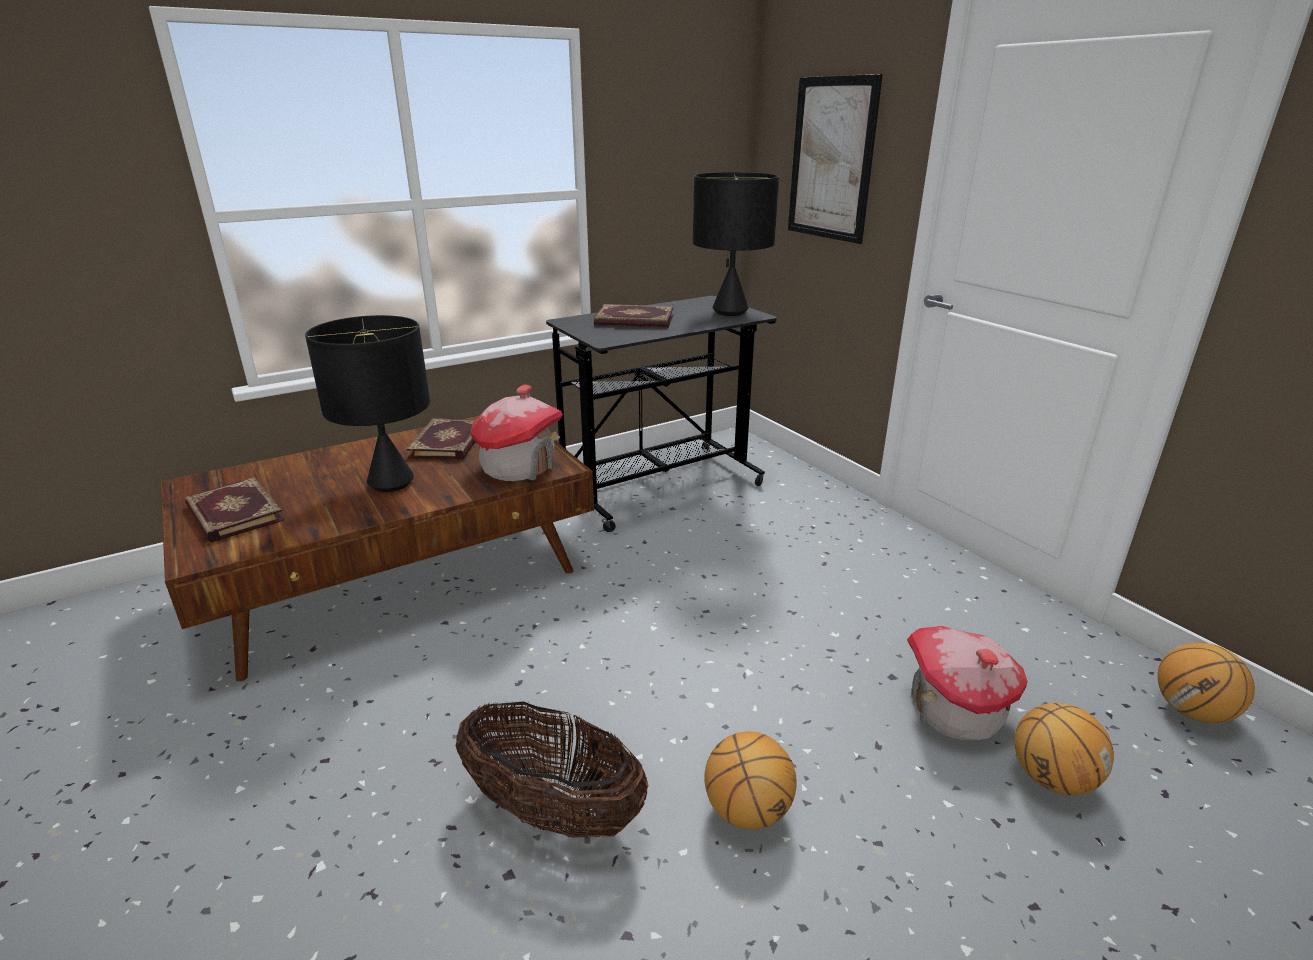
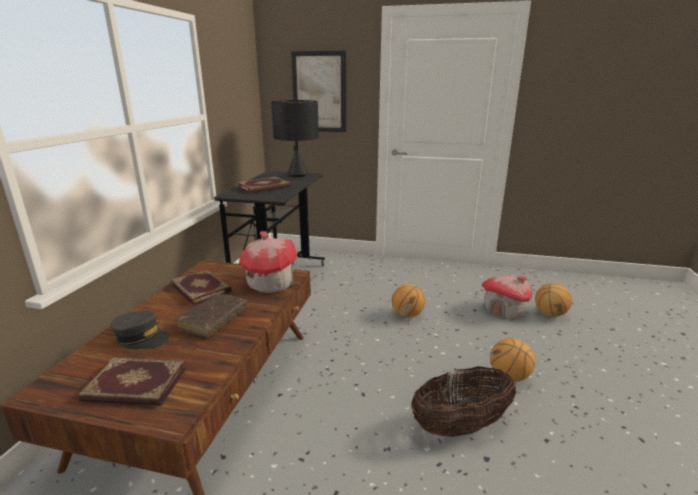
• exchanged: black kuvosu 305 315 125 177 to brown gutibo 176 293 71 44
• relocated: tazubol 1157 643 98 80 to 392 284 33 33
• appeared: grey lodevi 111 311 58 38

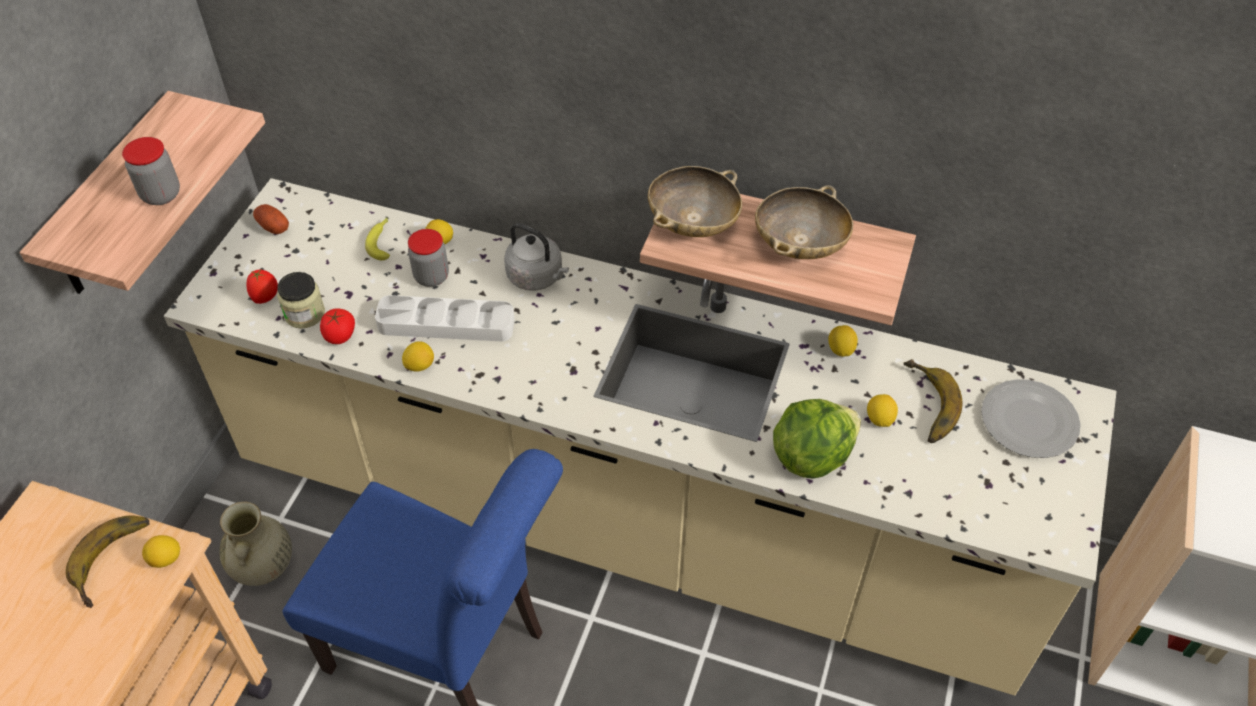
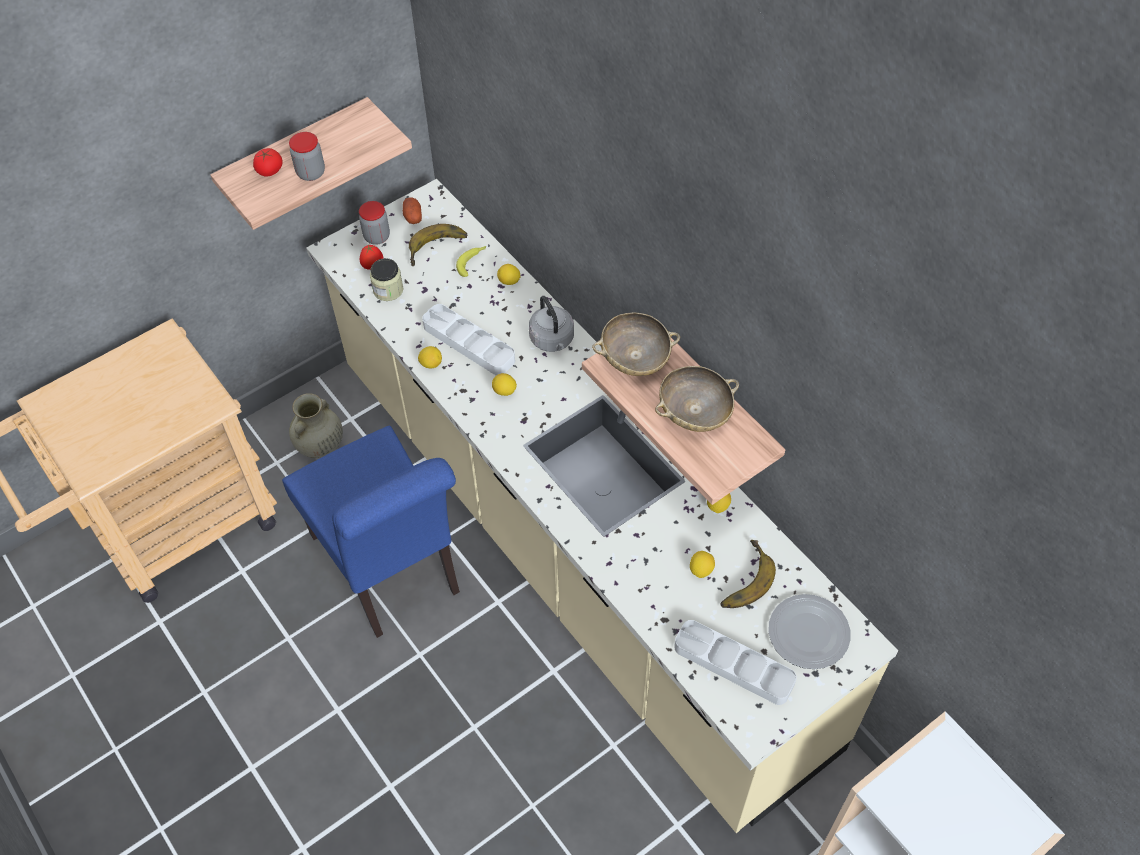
• relocated: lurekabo 66 515 84 93 to 409 224 59 42
• relocated: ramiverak 142 535 38 33 to 492 373 25 23
• relocated: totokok 320 308 35 36 to 253 148 30 29
• relocated: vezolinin 408 229 41 58 to 359 201 31 44
• missing: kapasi 773 399 88 80
• appeared: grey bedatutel 674 620 123 85

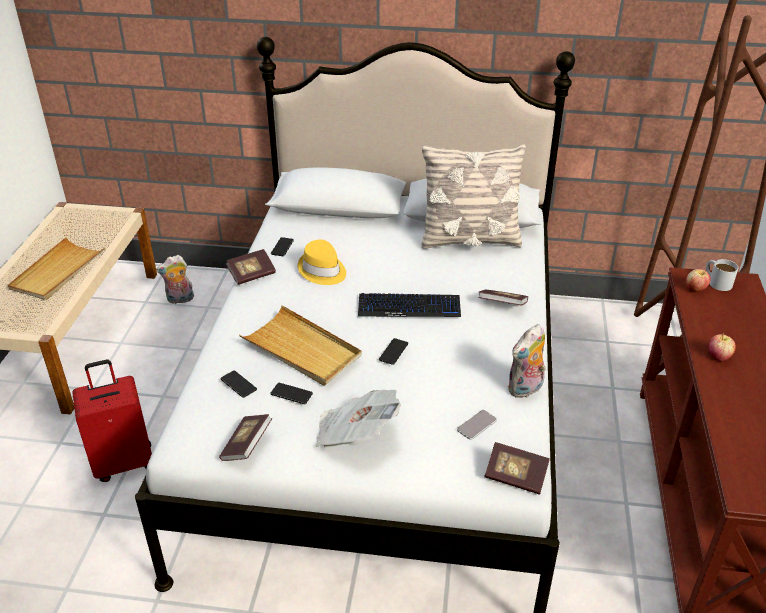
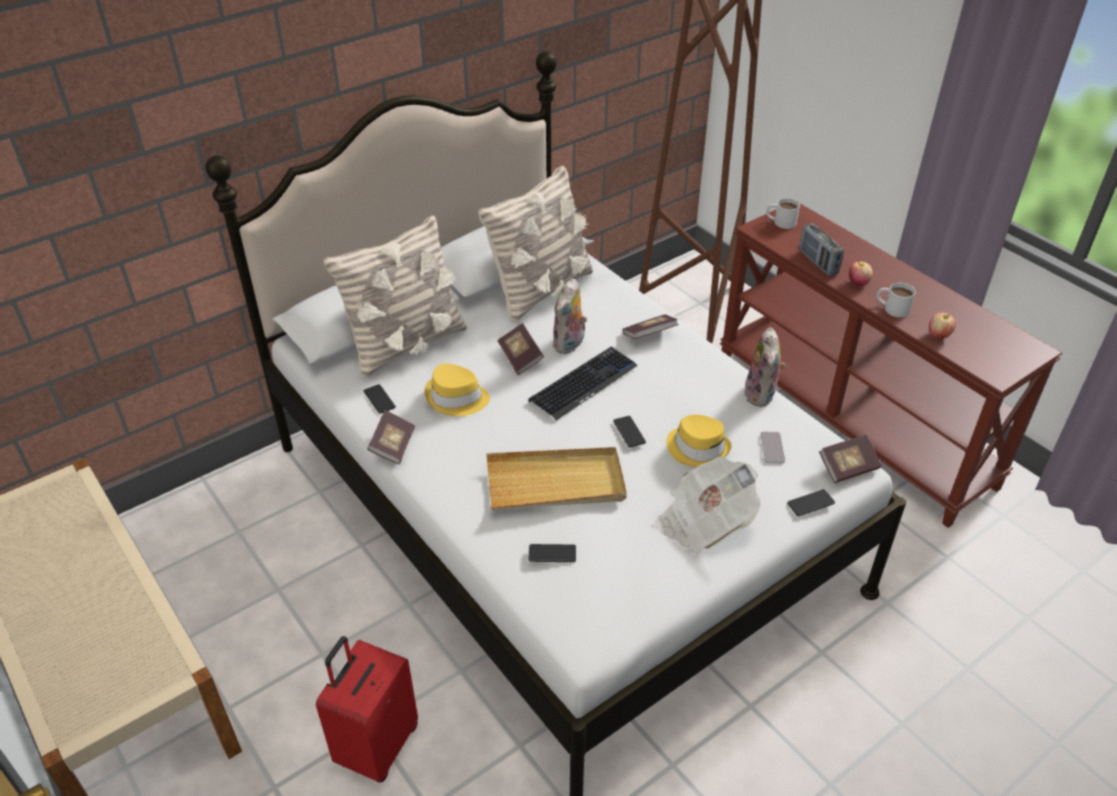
• missing: beige bedatutel 8 237 97 63
• relocated: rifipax 156 255 38 49 to 552 278 35 76
• relocated: gutibo 219 414 53 47 to 497 323 47 52
• relocated: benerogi 270 383 43 21 to 787 489 48 27
• relocated: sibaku 686 269 25 23 to 929 313 27 26
• appeared: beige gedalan 323 216 144 162
• appeared: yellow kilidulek 667 415 65 52
• appeared: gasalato 799 223 45 53
• appeared: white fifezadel 877 283 39 34

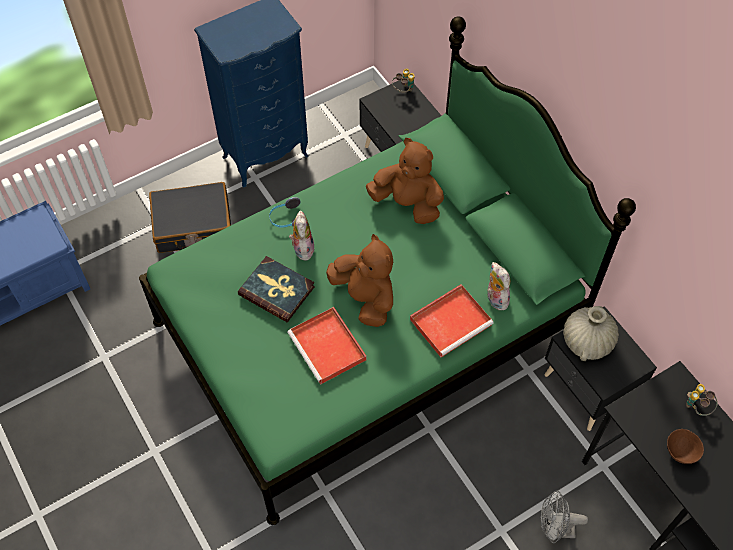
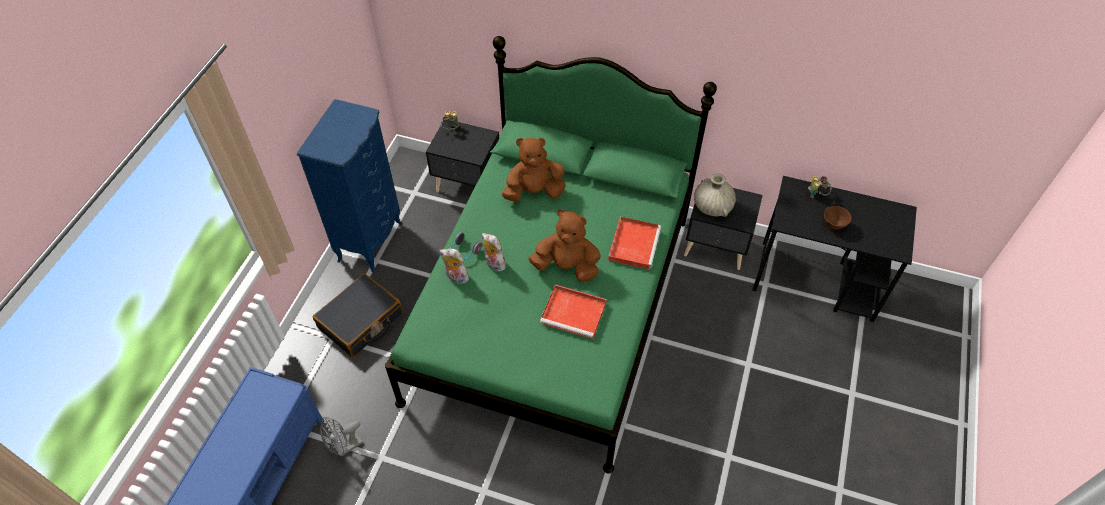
• missing: gutibo 238 256 77 66
• relocated: rifipax 487 262 23 48 to 440 248 29 36
• relocated: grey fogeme 541 490 47 53 to 320 417 43 39

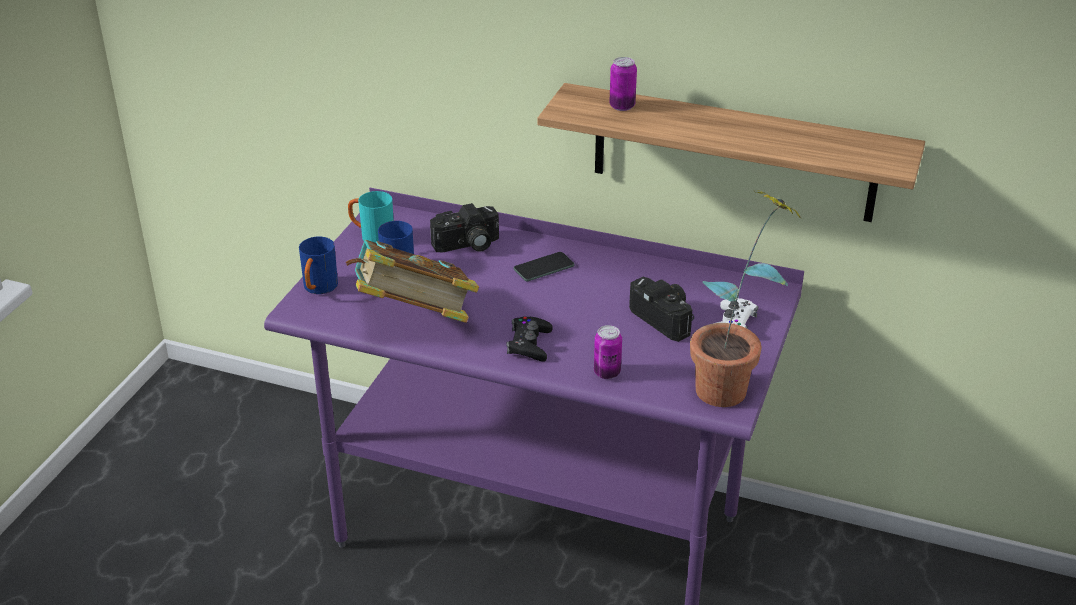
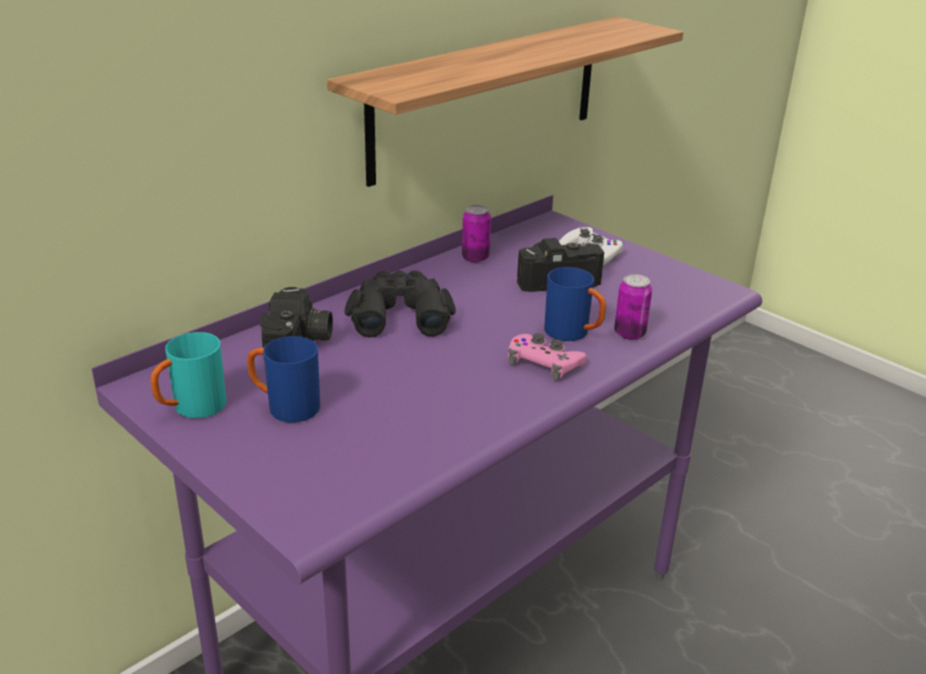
• relocated: blue fifezadel 299 236 39 58 to 544 267 62 74
• missing: gutibo 346 240 133 83
• colour: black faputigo 506 316 46 46 to pink faputigo 508 333 78 47
• exchanged: benerogi 513 252 62 29 to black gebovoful 345 270 111 68
• relocated: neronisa 609 57 28 54 to 462 205 29 58
• missing: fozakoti 690 190 111 217

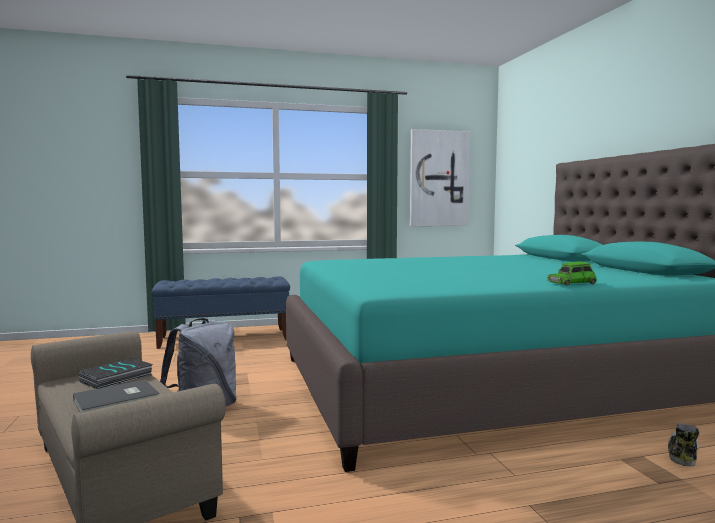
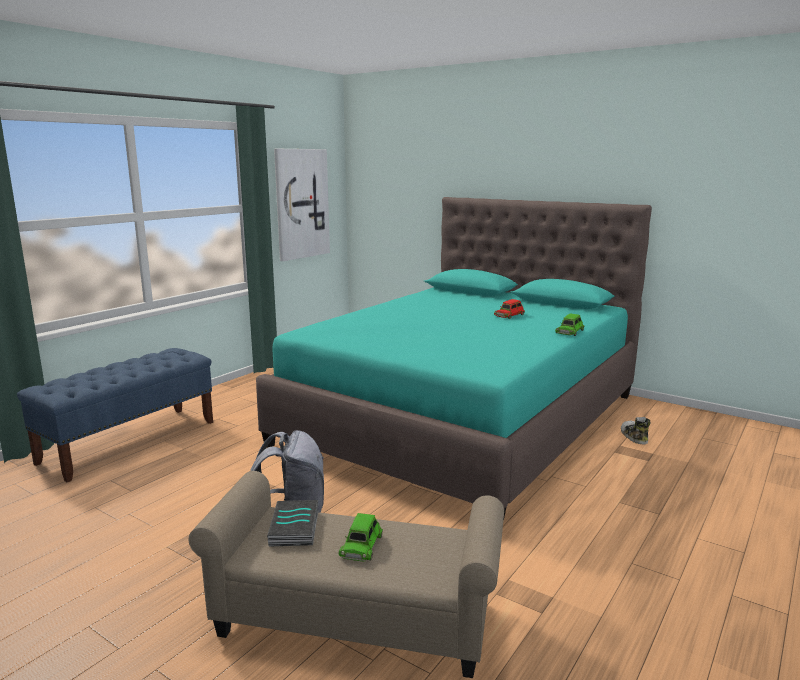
• exchanged: grey gutibo 73 380 87 33 to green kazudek 339 513 44 48
• appeared: red kazudek 494 299 31 20

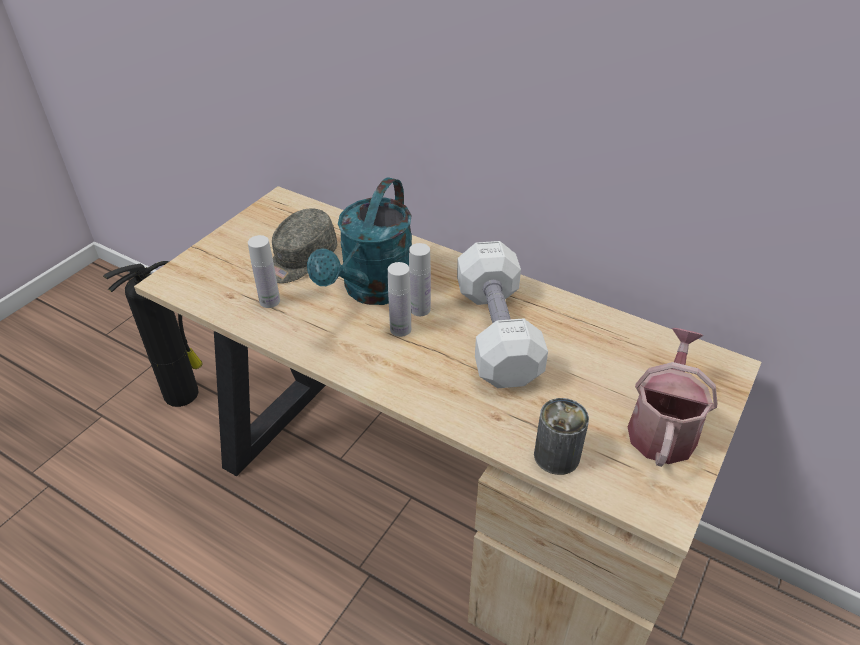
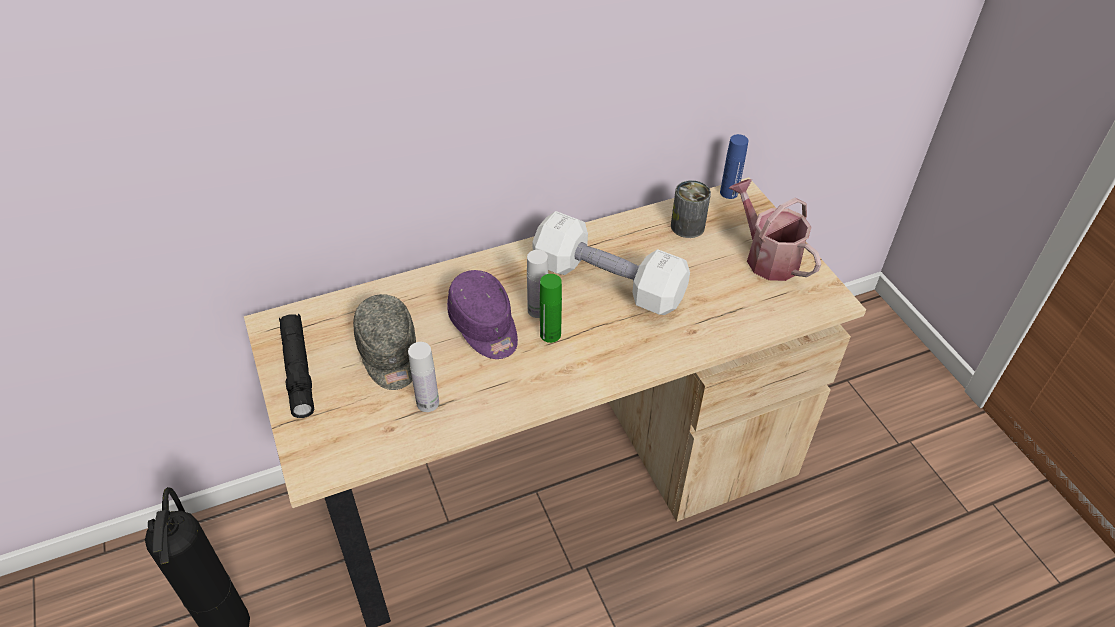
• exchanged: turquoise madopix 307 177 105 128 to purple lodevi 447 270 71 89
• colour: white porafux 388 262 23 75 to green porafux 540 274 22 69
• relocated: neronisa 534 398 55 77 to 671 180 40 58
• appeared: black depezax 279 314 35 104
• appeared: blue porafux 720 134 28 65

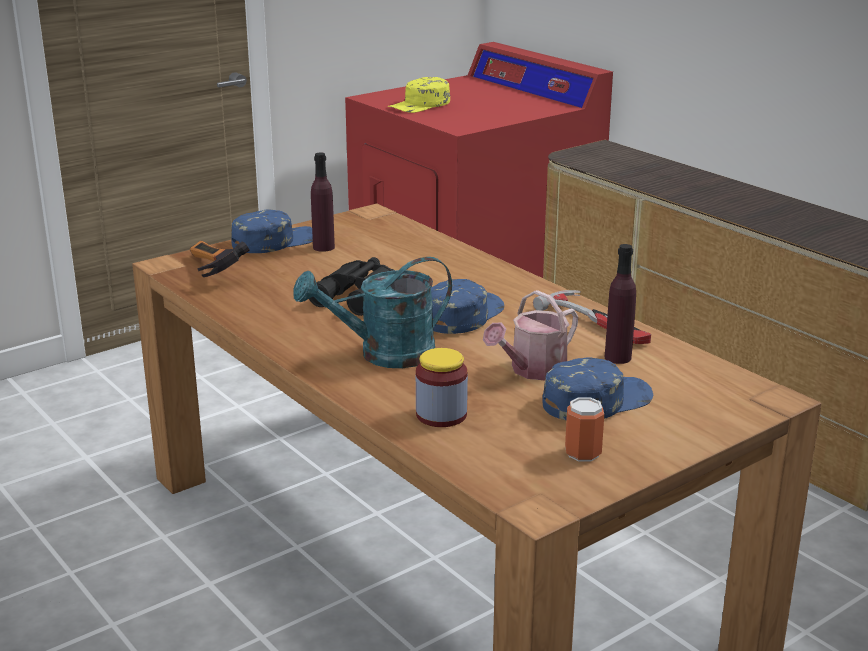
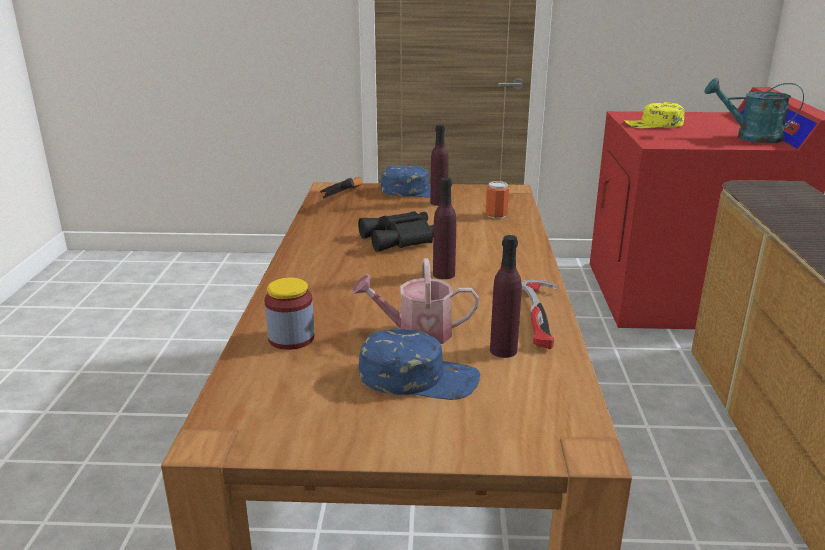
• relocated: turquoise madopix 293 257 159 111 to 704 78 100 65
• exchanged: blue lodevi 431 279 73 55 to purple porafux 433 177 23 102
• relocated: neronisa 565 397 39 64 to 486 181 23 38

